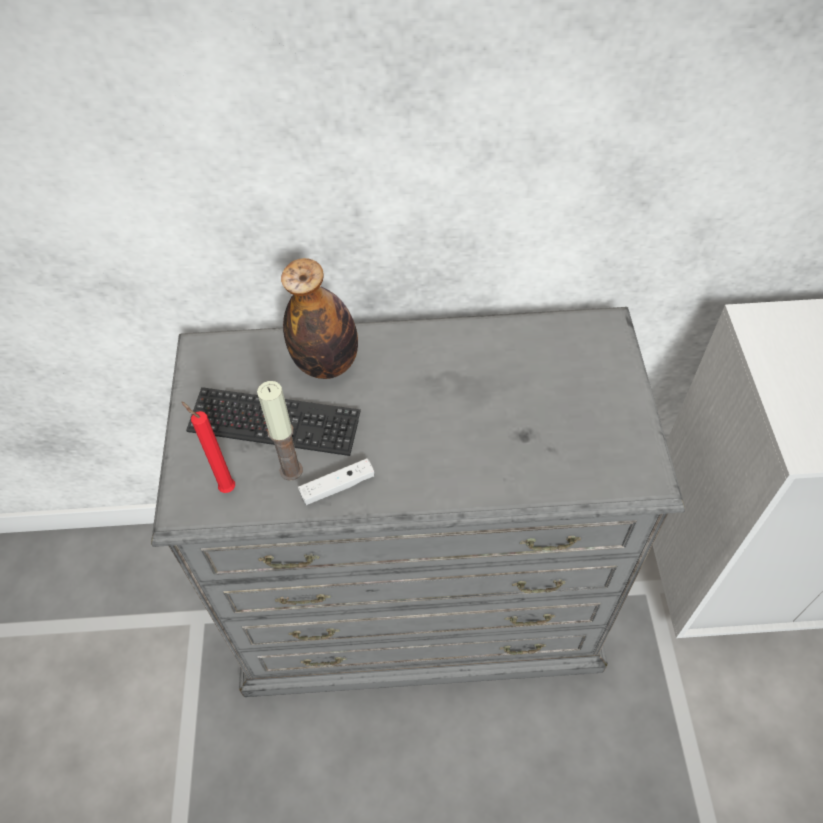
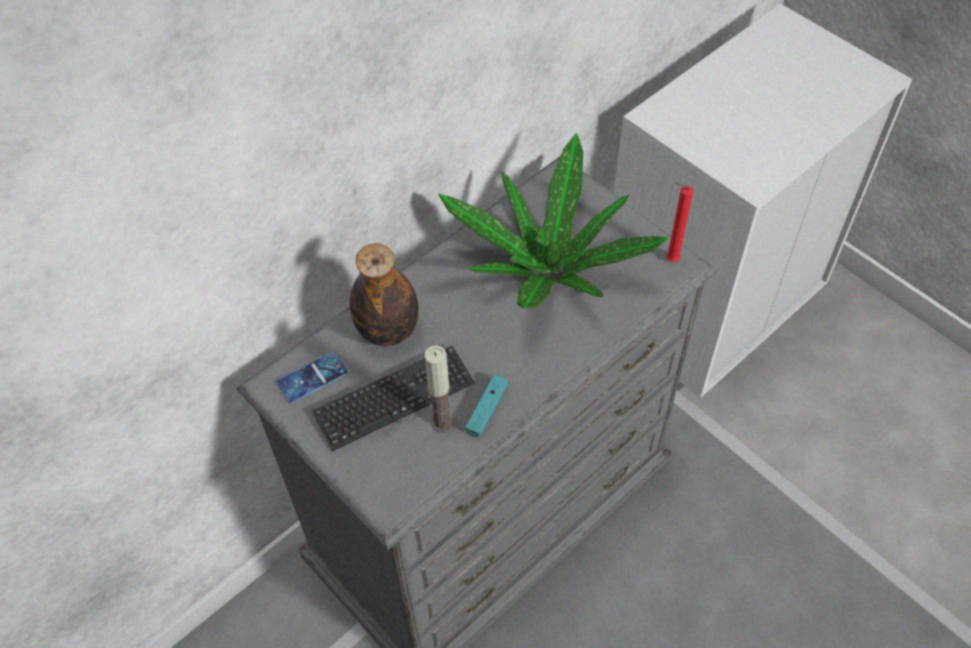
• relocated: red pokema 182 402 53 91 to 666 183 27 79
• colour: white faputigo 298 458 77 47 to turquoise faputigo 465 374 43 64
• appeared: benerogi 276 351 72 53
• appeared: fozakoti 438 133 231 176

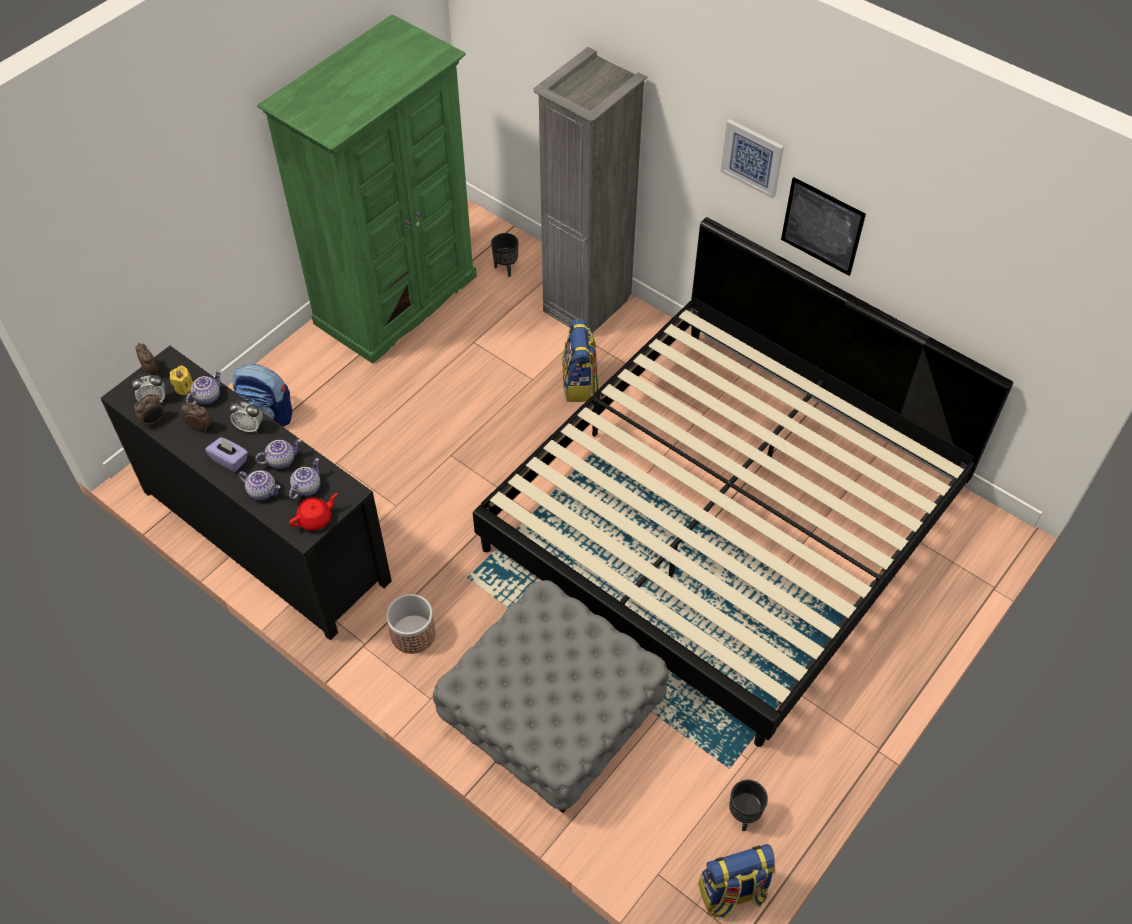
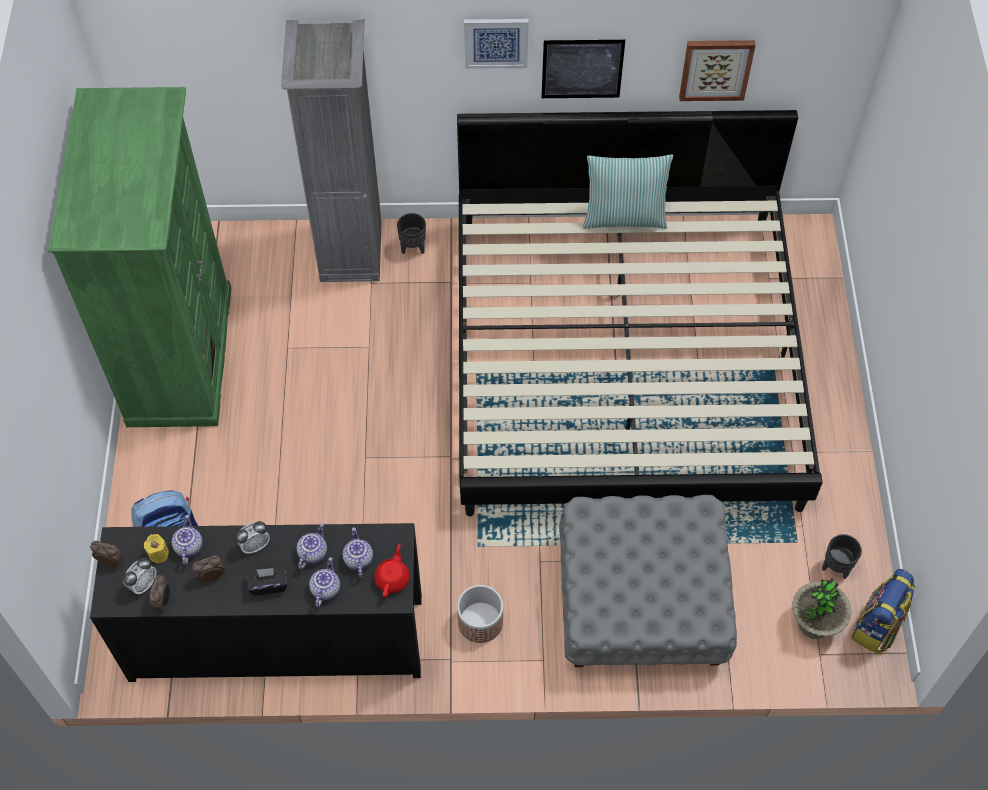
• colour: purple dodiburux 205 437 43 35 to black dodiburux 247 565 40 31
• spun: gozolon 238 470 42 30 = 309 557 31 50 60 degrees counterclockwise
• relocated: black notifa 491 233 27 44 to 397 213 29 41
• missing: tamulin 562 319 37 83
• appeared: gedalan 583 154 90 75
• appeared: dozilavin 679 40 77 61
• appeared: fozakoti 792 579 59 60

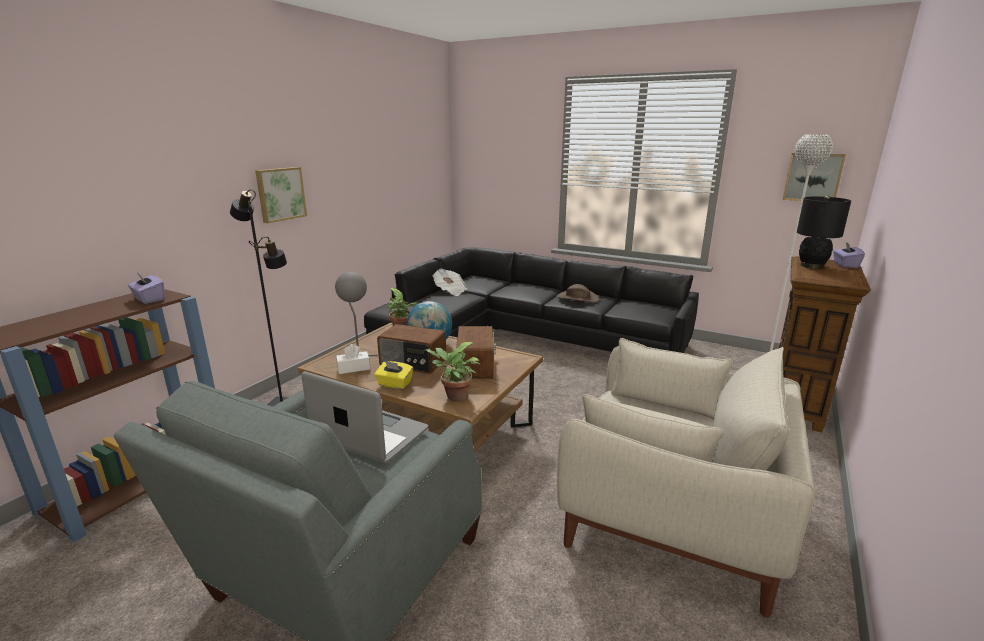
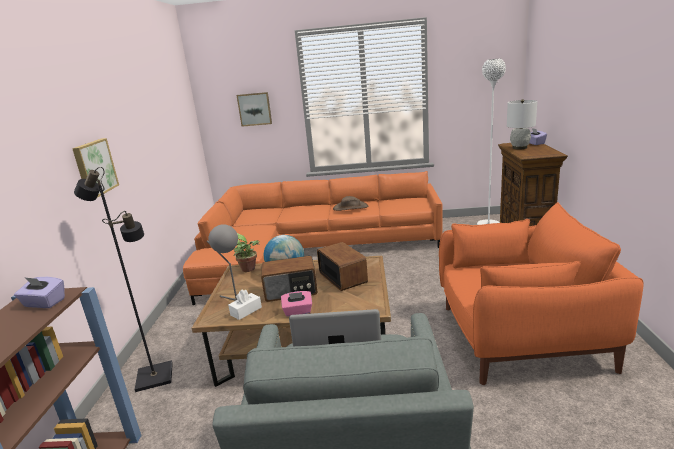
• colour: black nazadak 364 247 335 106 to orange nazadak 183 171 260 134
• colour: yellow dodiburux 374 361 39 28 to pink dodiburux 281 291 31 25
• missing: fozakoti 425 342 56 60
• missing: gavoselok 433 269 34 27
• colour: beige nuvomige 557 338 259 280 to orange nuvomige 439 202 205 183
• relocated: dozilavin 783 153 63 48 to 237 92 35 35
• colour: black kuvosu 797 196 54 73 to white kuvosu 507 99 30 50

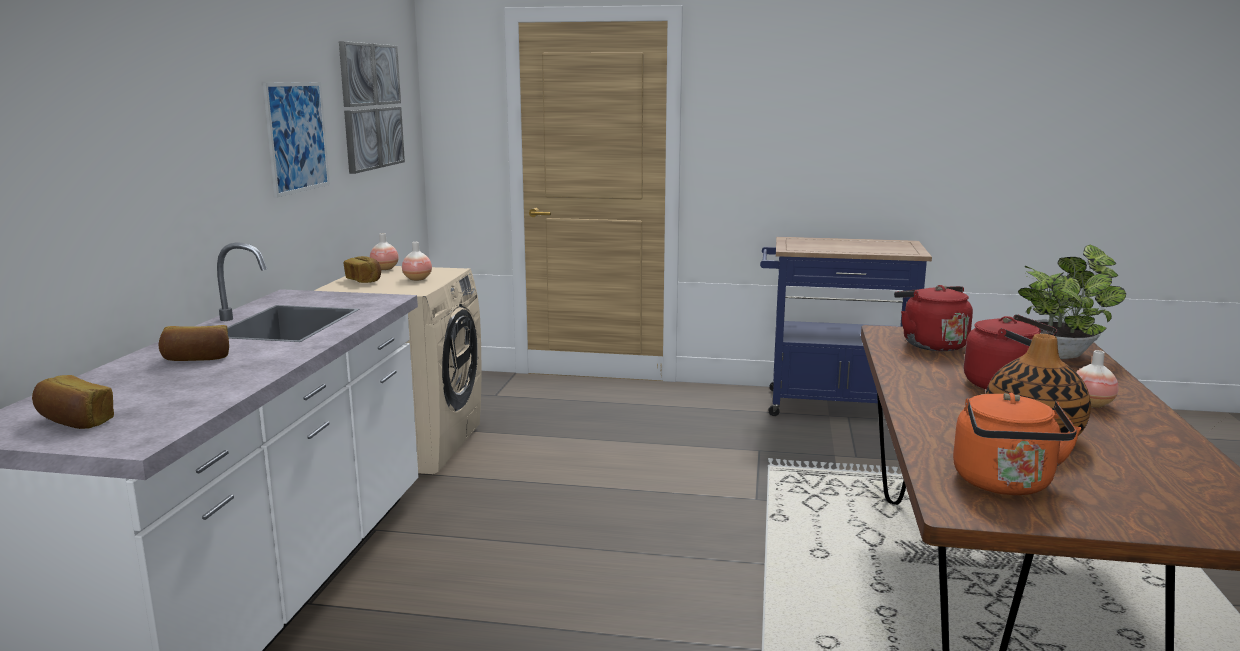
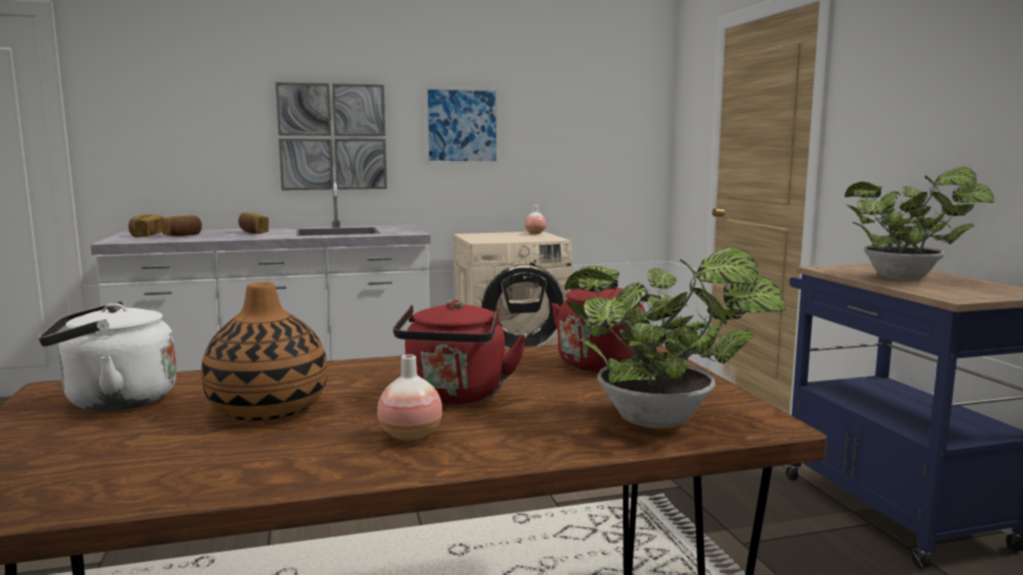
• relocated: dozilavin 339 41 66 133 to 275 82 112 108
• relocated: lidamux 344 256 37 27 to 161 215 41 21
• missing: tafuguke 402 242 30 39
• colour: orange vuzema 953 393 128 102 to white vuzema 39 301 138 110
• appeared: fozakoti 845 167 149 113

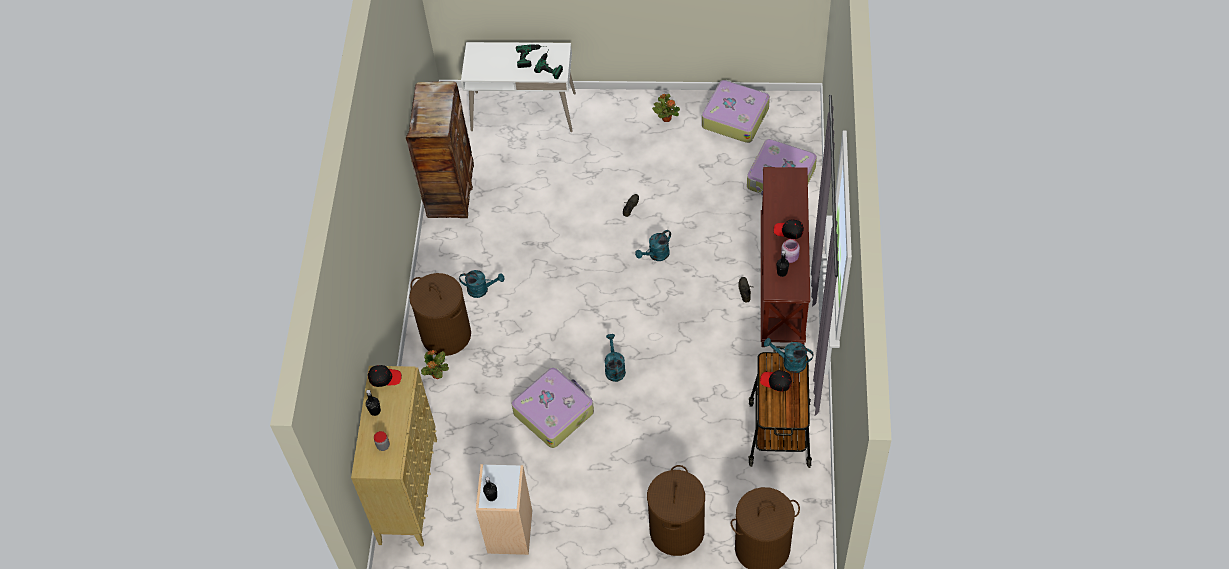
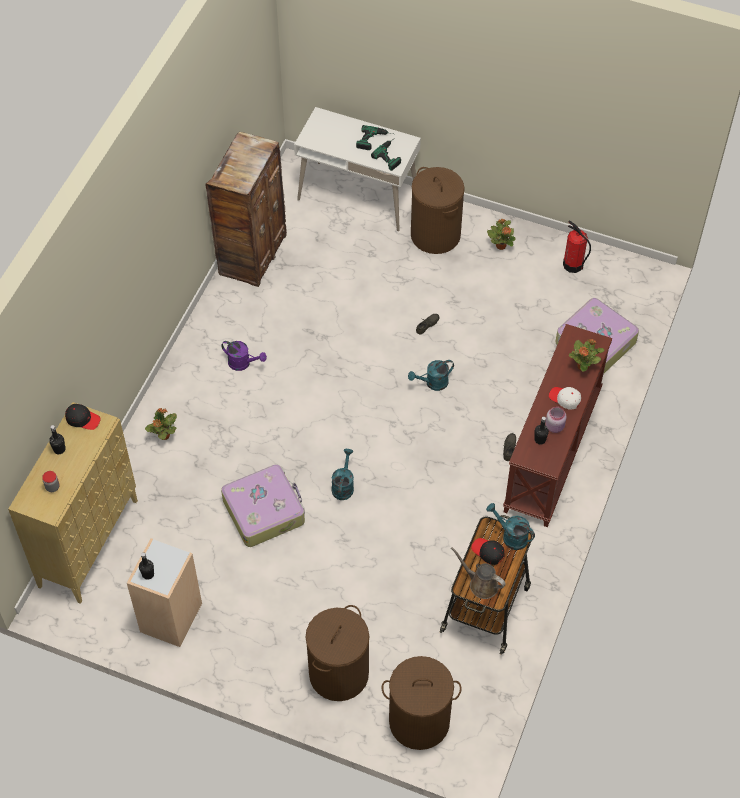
• relocated: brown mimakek 409 273 62 83 to 411 167 54 87
• colour: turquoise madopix 459 270 46 28 to purple madopix 221 341 46 30
• exchanged: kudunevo 702 80 68 63 to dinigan 563 220 28 53
• colour: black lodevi 773 219 31 20 to white lodevi 549 387 32 22
• appeared: brown madopix 451 547 55 52
• appeared: fozakoti 569 339 36 33

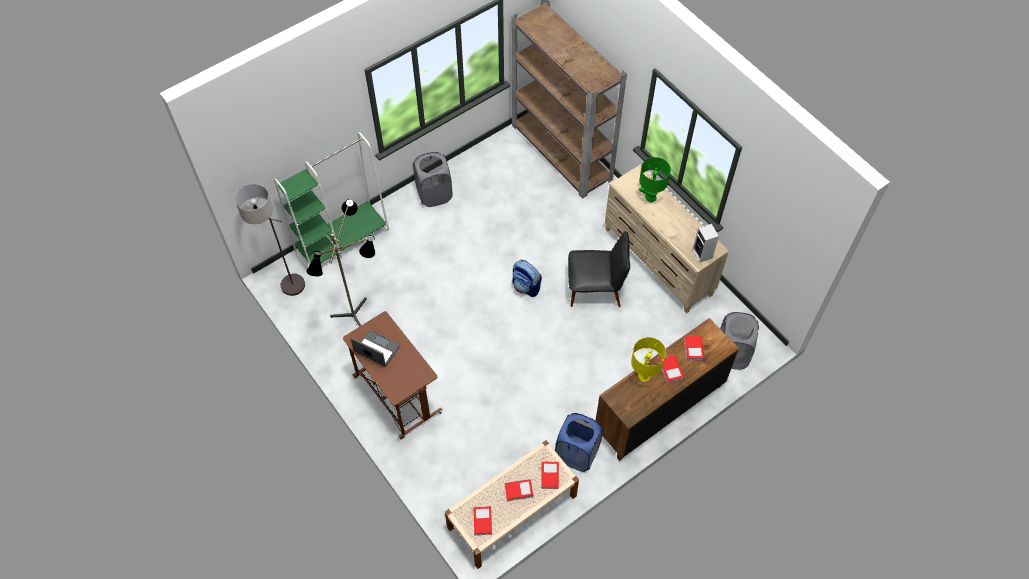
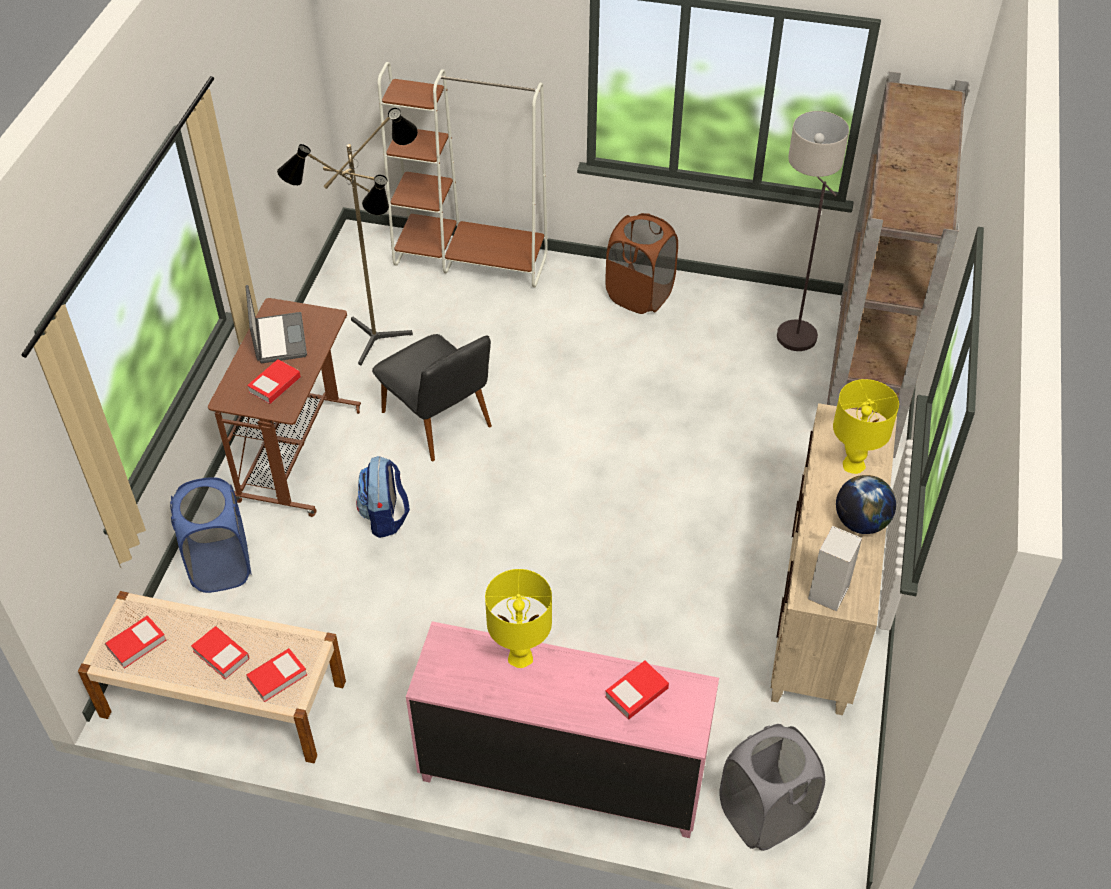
• relocated: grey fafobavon 235 184 70 112 to 777 111 72 240
• colour: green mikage 274 132 115 137 to brown mikage 377 62 171 225
• colour: grey mimakek 413 152 40 55 to brown mimakek 605 213 73 101
• relocated: tamulin 513 260 29 37 to 356 456 54 82
• relocated: blue mimakek 555 413 48 59 to 170 477 81 116
• relocated: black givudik 568 231 62 76 to 372 334 120 127
• colour: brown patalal 595 318 144 143 to pink patalal 406 621 313 217
• colour: green kuvosu 639 157 32 46 to yellow kuvosu 833 379 66 95
• relocated: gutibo 659 355 25 29 to 247 359 54 45
• appeared: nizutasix 836 475 60 59

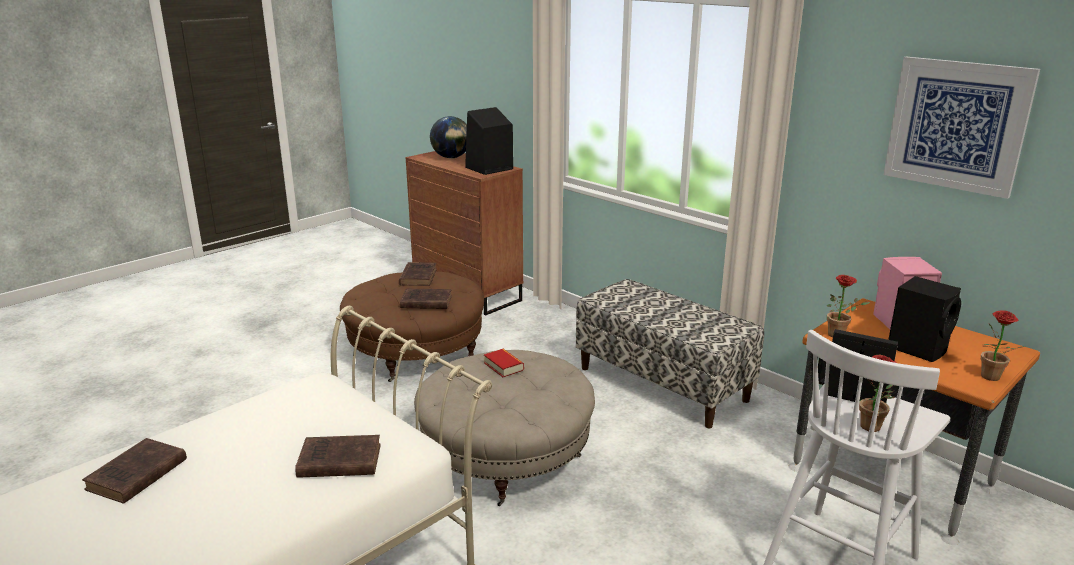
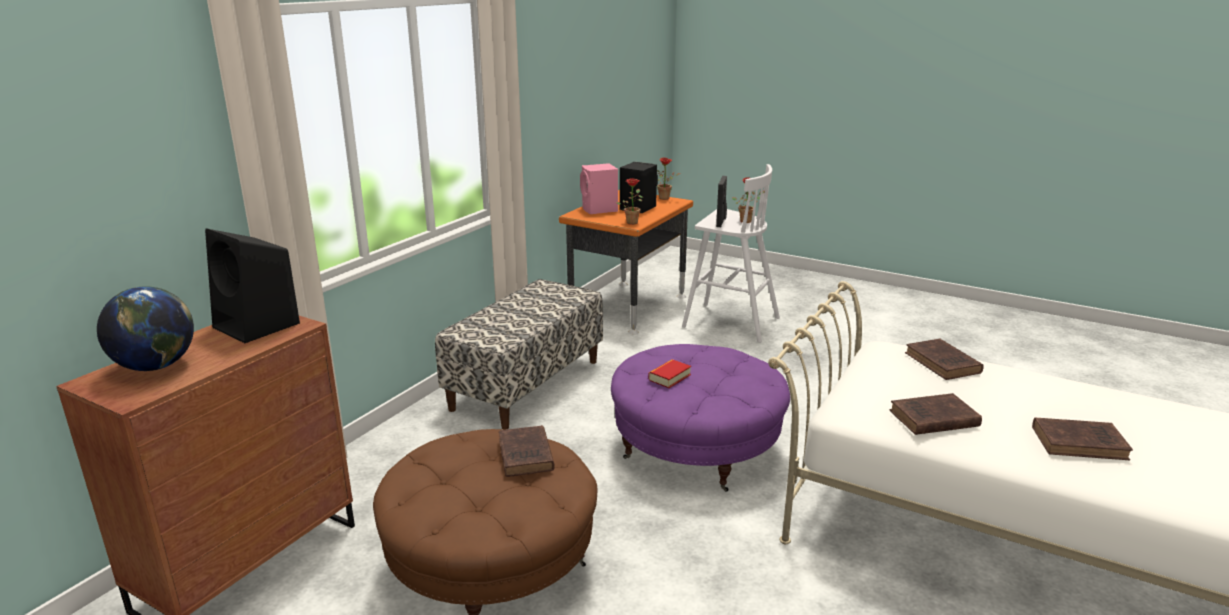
• relocated: brown gutibo 399 262 38 24 to 890 393 92 42
• colour: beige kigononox 414 350 181 156 to purple kigononox 611 344 179 148
• missing: dozilavin 883 56 157 143

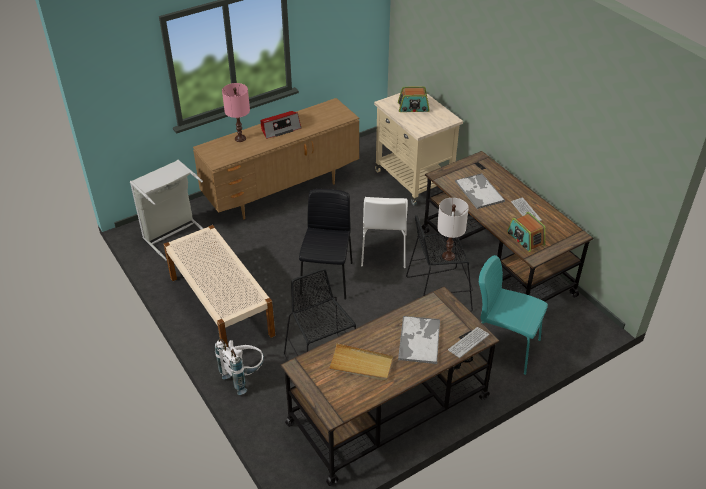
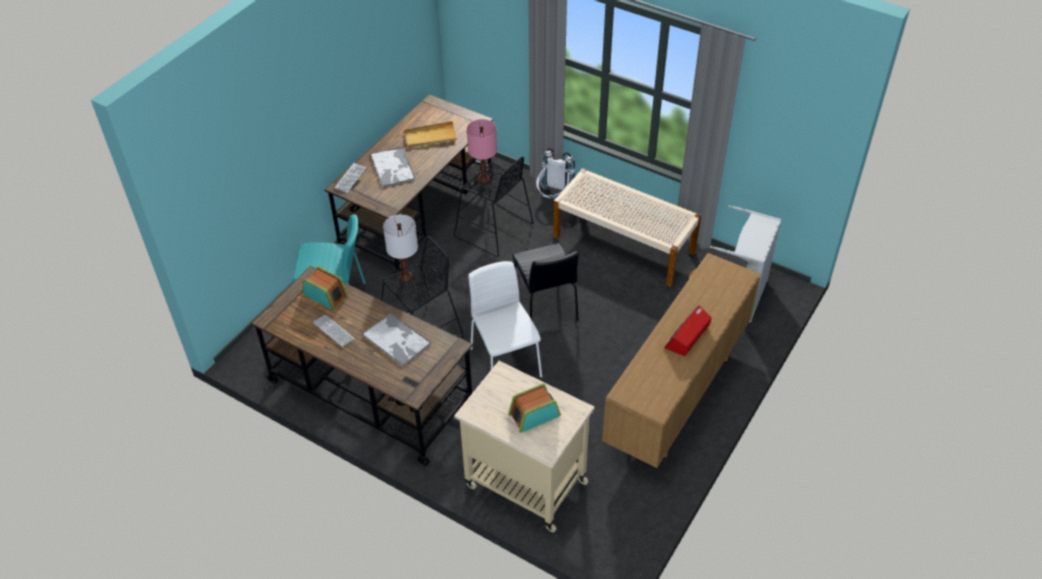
• relocated: pink kuvosu 222 83 28 59 to 467 119 30 65

